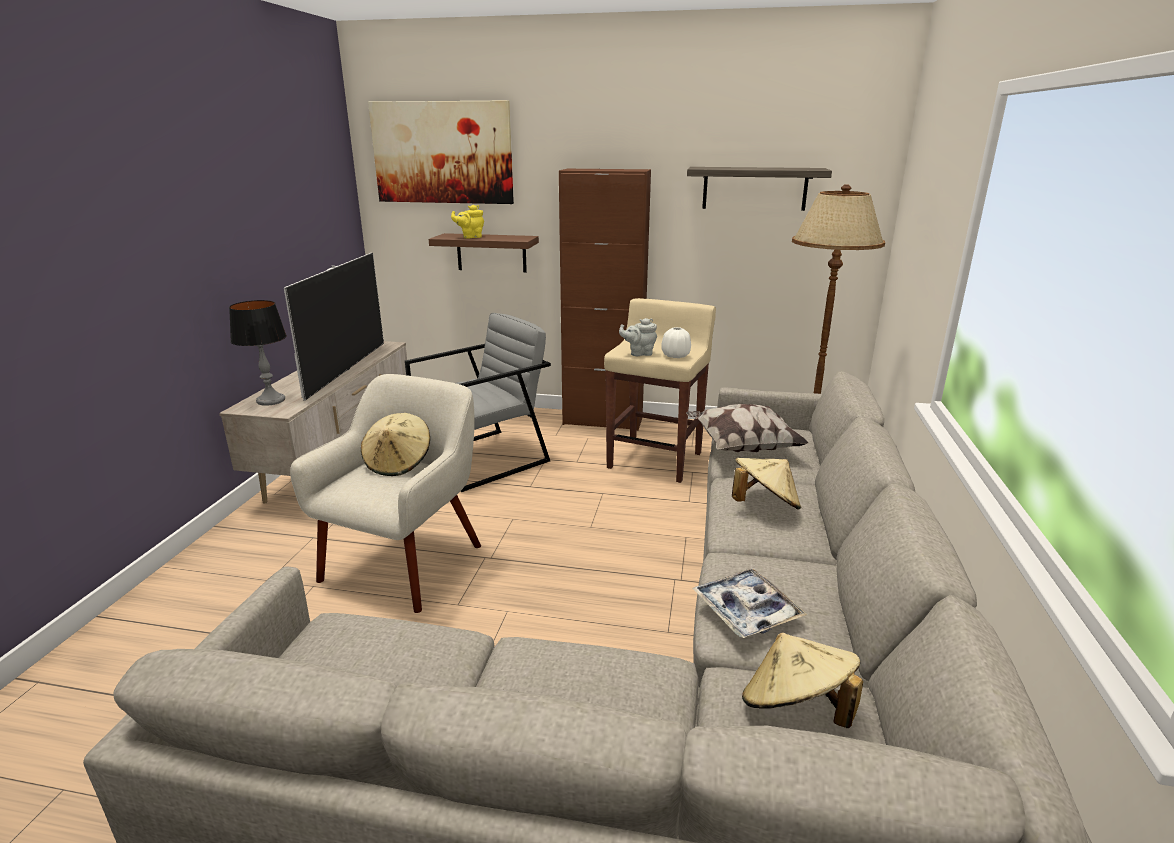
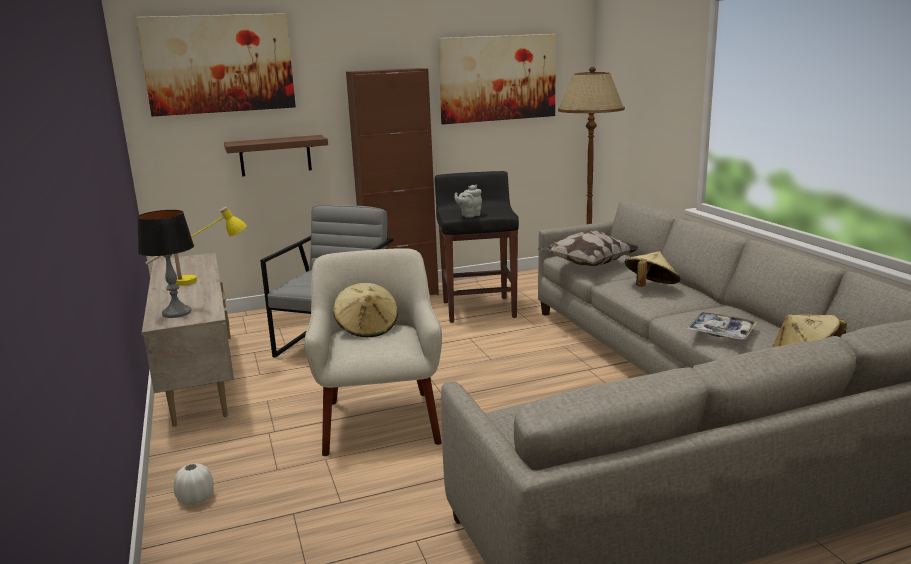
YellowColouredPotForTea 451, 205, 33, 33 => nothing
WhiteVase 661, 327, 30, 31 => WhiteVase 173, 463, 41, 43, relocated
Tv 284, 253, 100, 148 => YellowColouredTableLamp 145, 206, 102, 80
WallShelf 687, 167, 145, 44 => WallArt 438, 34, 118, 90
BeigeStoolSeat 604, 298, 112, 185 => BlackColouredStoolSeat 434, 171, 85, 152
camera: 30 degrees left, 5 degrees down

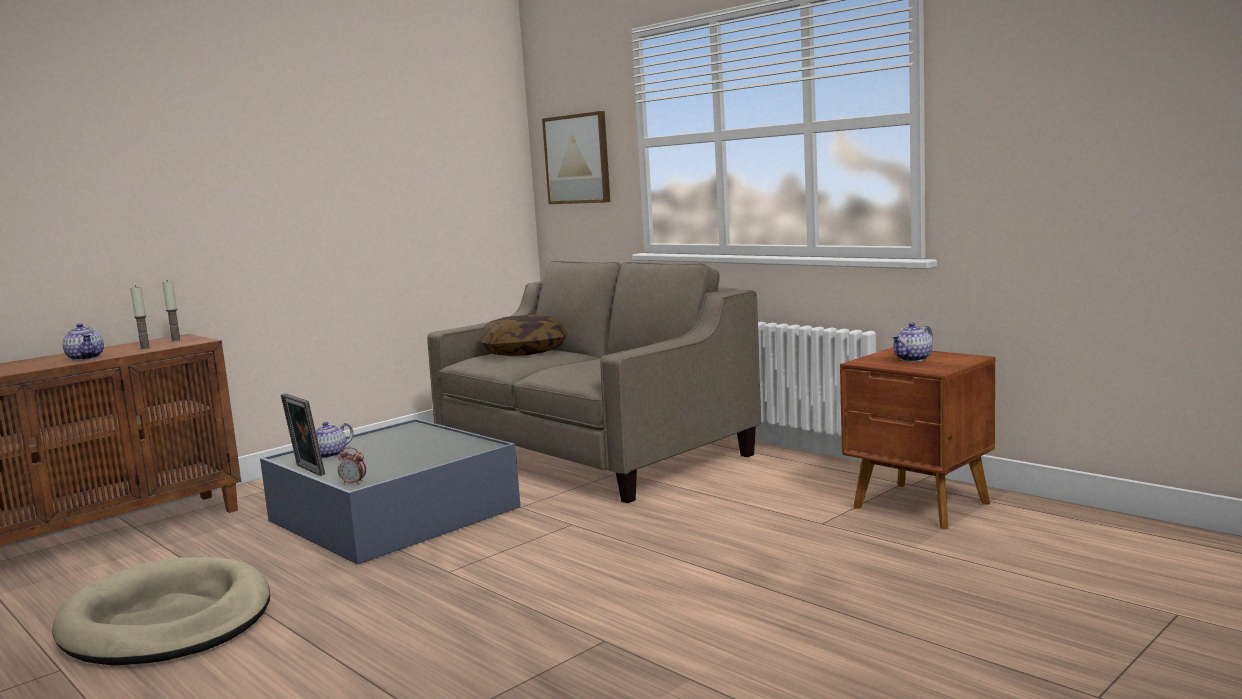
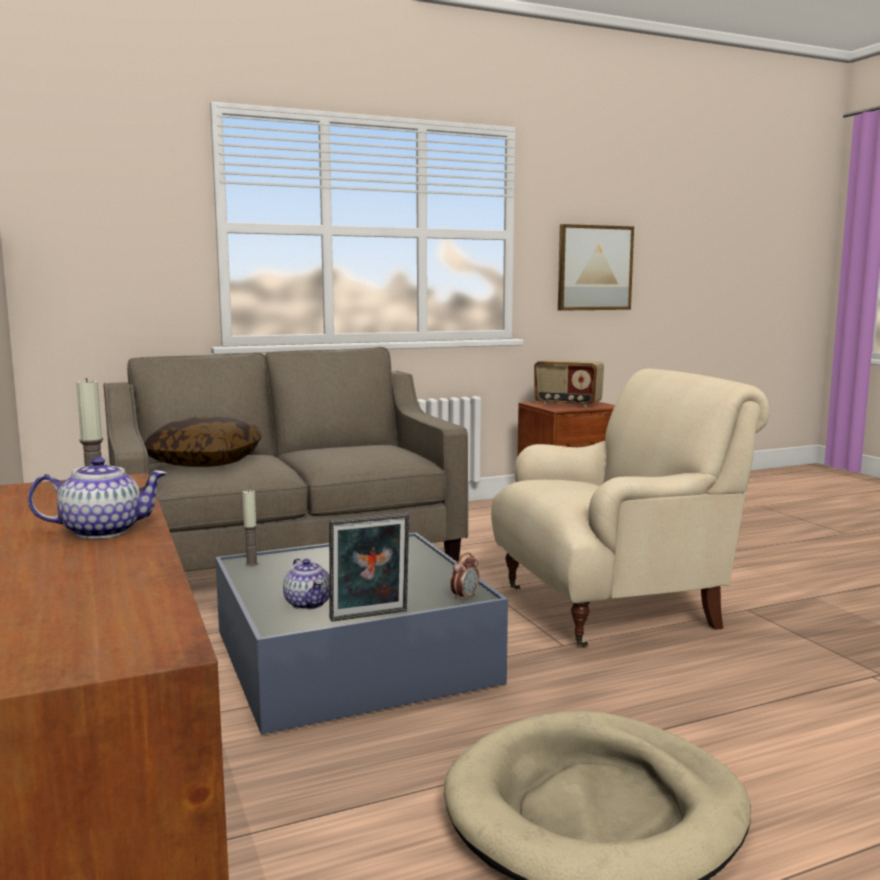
nothing => BeigeArmchair 491, 369, 278, 279
WaxCandle 162, 280, 20, 61 => WaxCandle 243, 489, 15, 77, relocated
WallArt 542, 111, 68, 93 => WallArt 558, 224, 76, 87, relocated
PotForTea 892, 322, 41, 40 => Radio 534, 359, 70, 48
camera: 70 degrees left, 0 degrees up

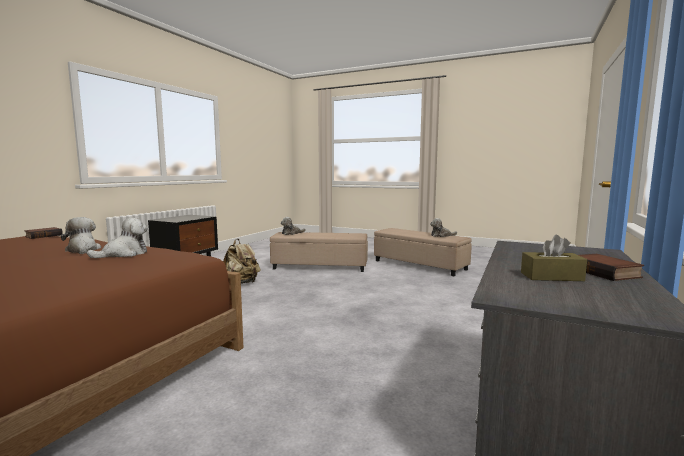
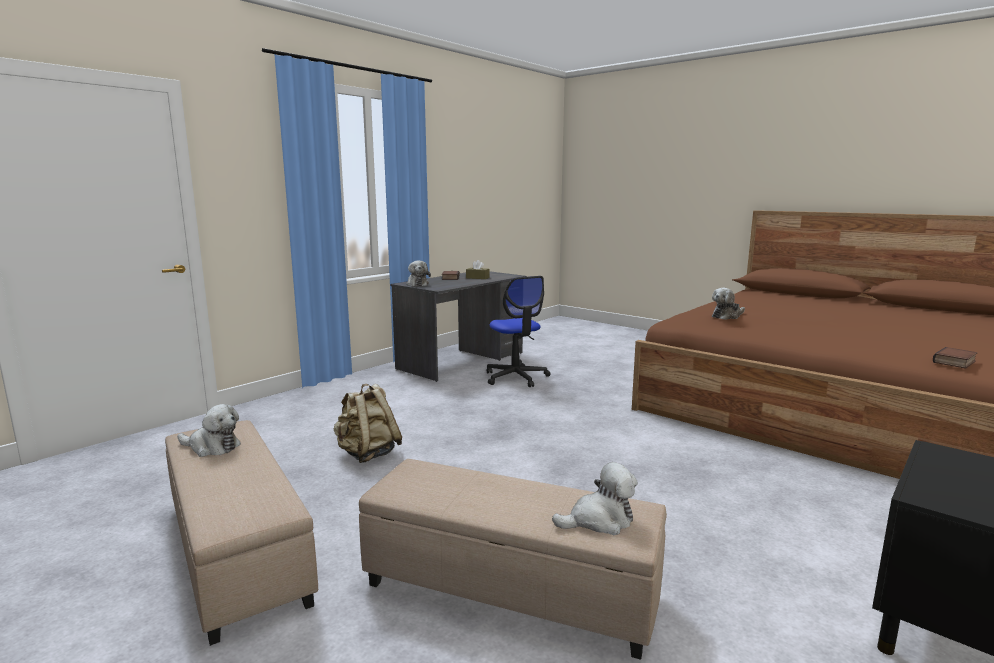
nothing => OfficeChair 487, 276, 64, 111
SoftToy 61, 217, 40, 37 => SoftToy 406, 261, 25, 26, relocated
BeigeKnapsack 223, 239, 38, 45 => BeigeKnapsack 334, 384, 68, 79, relocated
camera: 165 degrees left, 5 degrees up

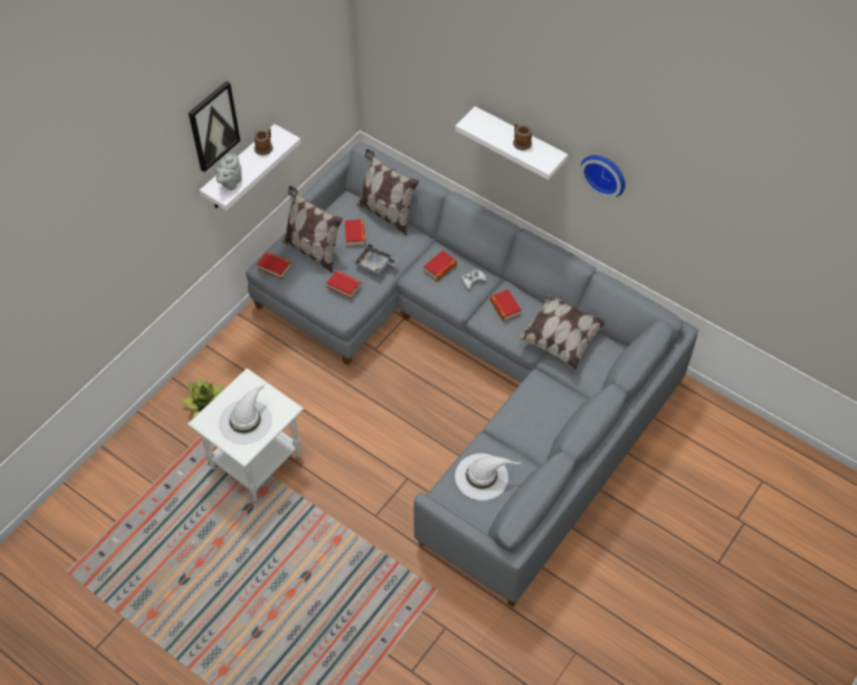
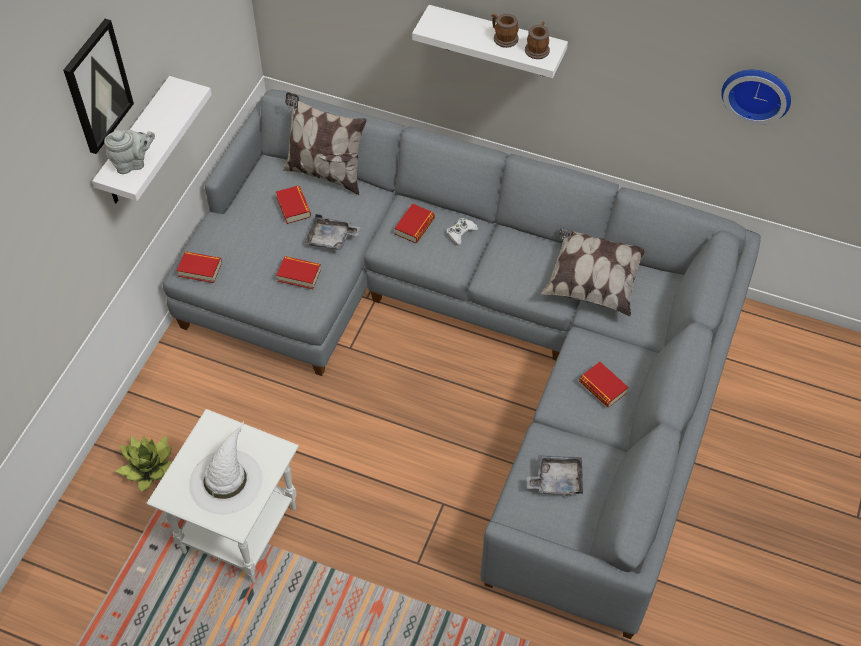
Cushion 282, 186, 61, 87 => nothing
CoffeeMug 254, 128, 19, 27 => CoffeeMug 525, 22, 25, 37, relocated
Book 490, 290, 31, 31 => Book 579, 362, 50, 46, relocated
ClockOnTheWall 580, 155, 45, 43 => ClockOnTheWall 721, 70, 70, 55, relocated
WhiteClothingHat 455, 453, 66, 47 => GreyServingTray 527, 455, 56, 41
GreyPotForTea 215, 153, 27, 37 => GreyPotForTea 104, 130, 51, 44, 120 degrees counterclockwise
camera: 15 degrees left, 0 degrees up

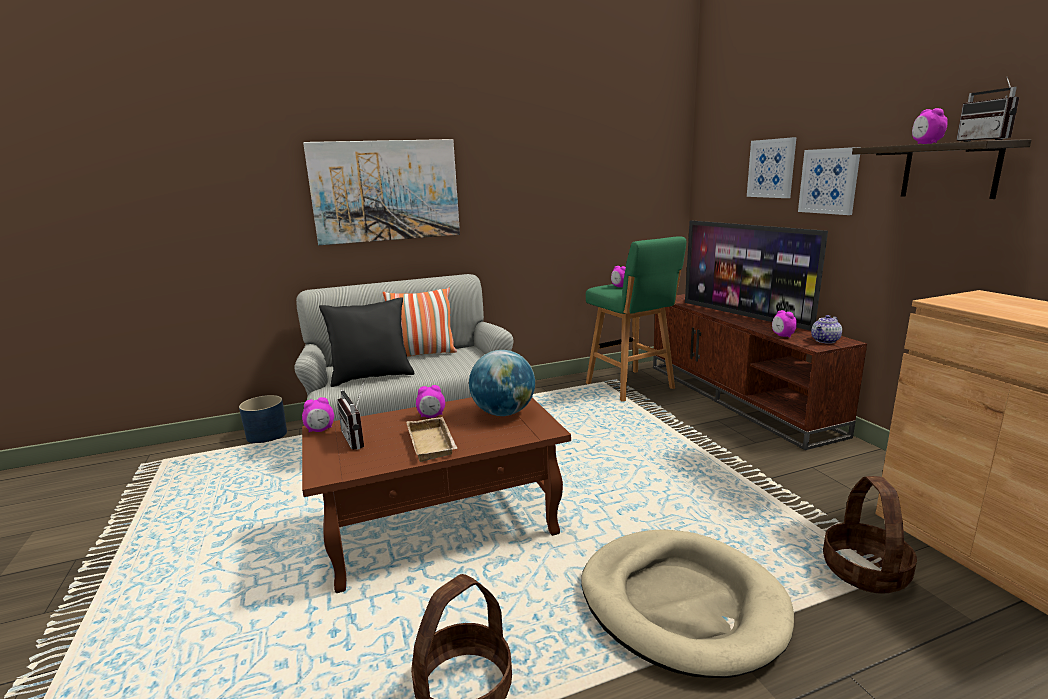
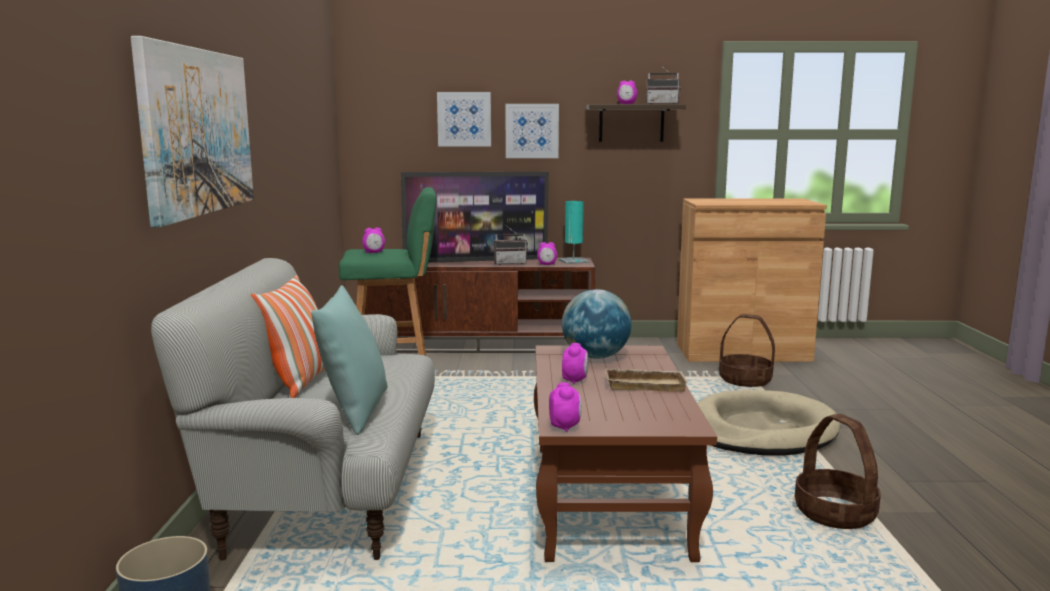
Radio 337, 380, 28, 70 => Radio 494, 226, 33, 39, relocated
PotForTea 811, 315, 31, 29 => BlueGreenTableLamp 559, 201, 30, 63
BlackColouredCushion 319, 297, 96, 90 => BlueGreenCushion 311, 285, 77, 150
camera: 70 degrees left, 5 degrees down

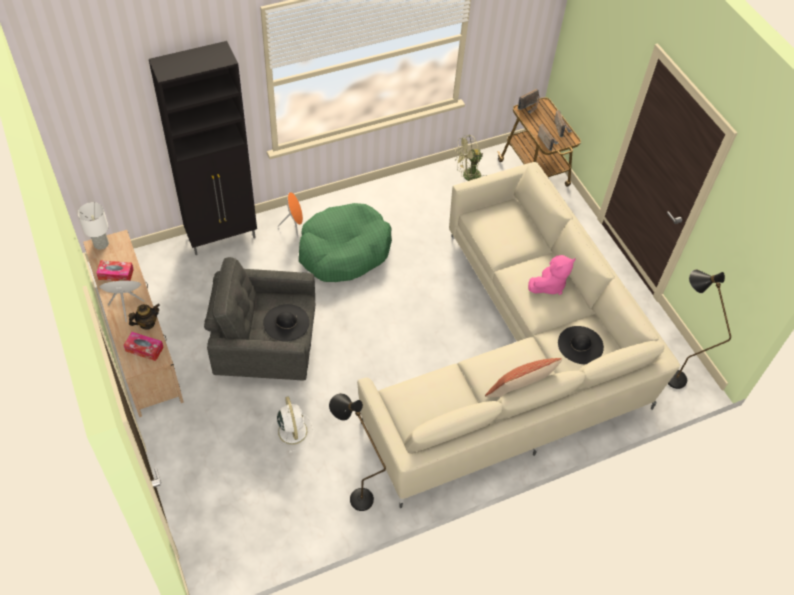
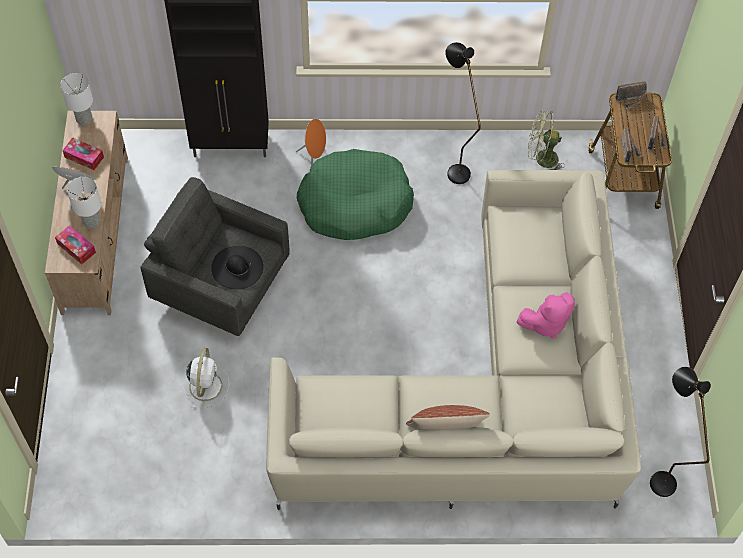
BlackColouredClothingHat 558, 326, 46, 38 => nothing
BlackColouredStandingLamp 329, 393, 57, 118 => BlackColouredStandingLamp 445, 42, 36, 142, relocated
PotForTea 129, 304, 31, 25 => WhiteTableLamp 67, 177, 34, 51
camera: 25 degrees right, 5 degrees up

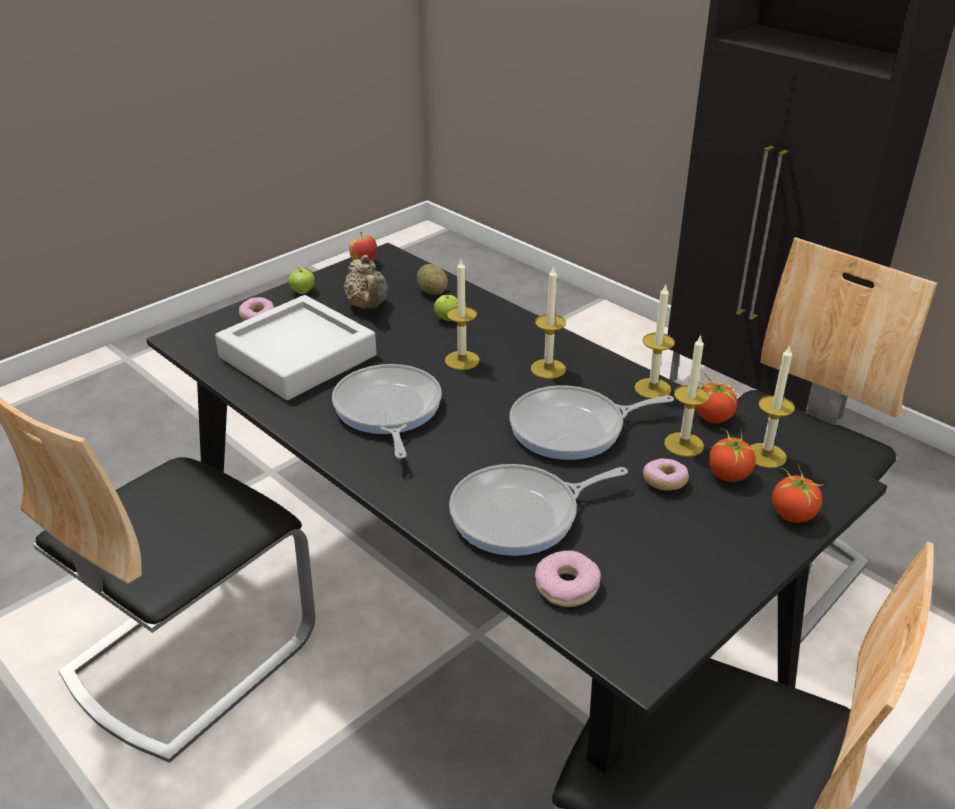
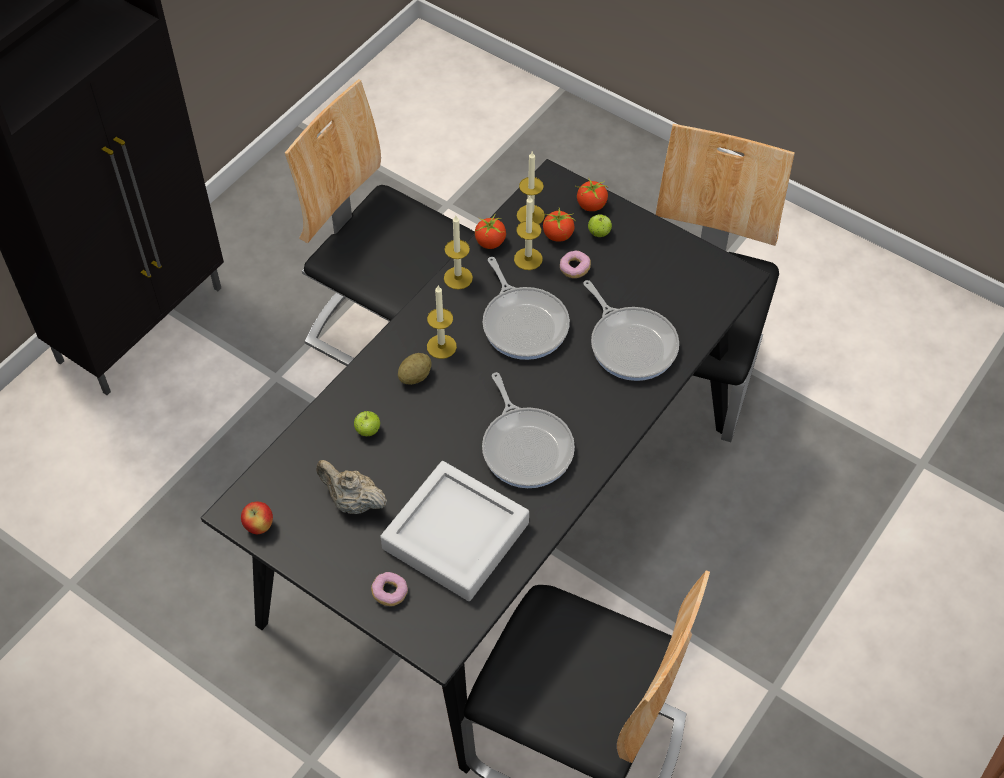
WaxCandle 445, 260, 35, 110 => nothing
RingDoughnut 535, 550, 66, 57 => nothing
WholeApple 288, 267, 27, 27 => WholeApple 588, 214, 24, 23, relocated
Potato 417, 264, 31, 31 => Potato 398, 353, 34, 32, relocated
FryingPan 332, 364, 110, 95 => FryingPan 482, 372, 93, 116, 90 degrees counterclockwise
BeigePotForTea 344, 255, 44, 54 => BeigePotForTea 316, 460, 71, 54, 120 degrees counterclockwise
camera: 100 degrees left, 20 degrees up

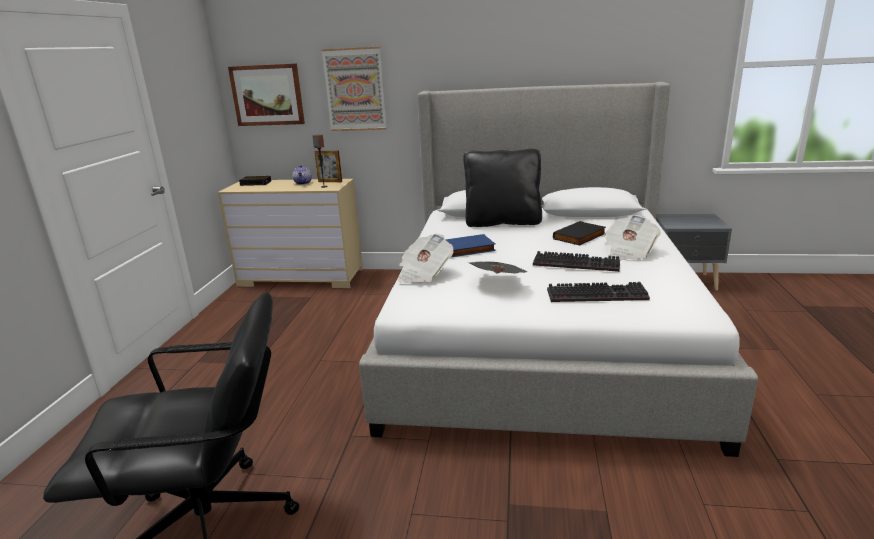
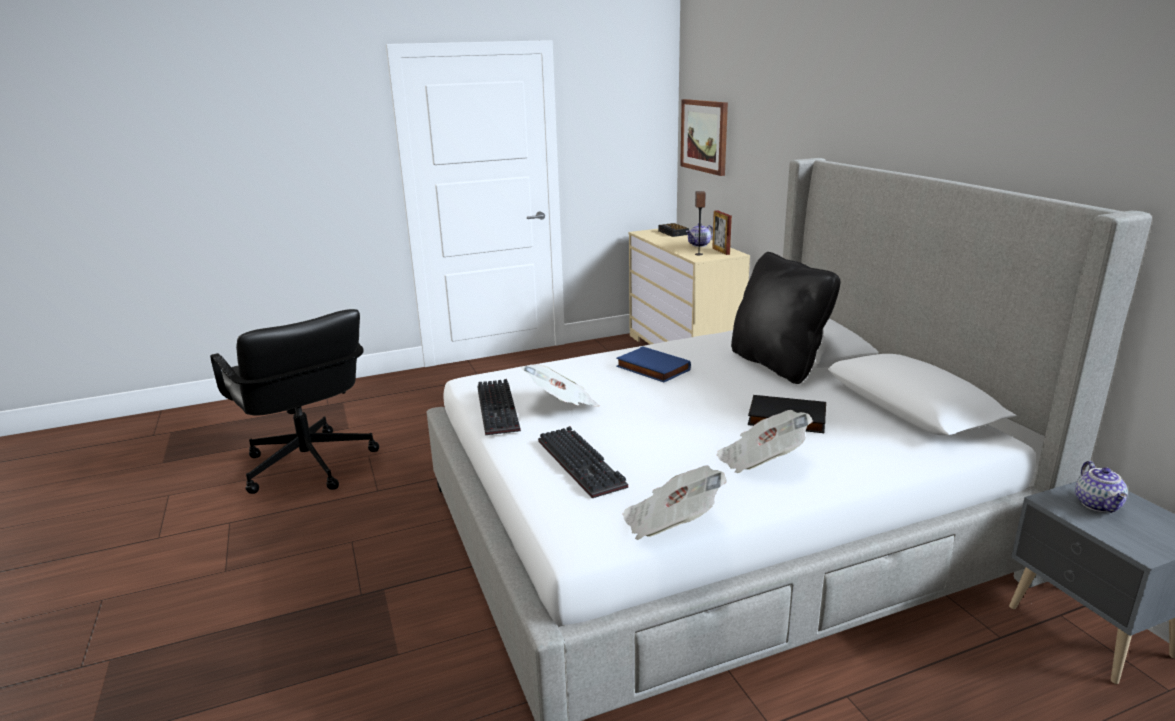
WallArt 322, 47, 65, 84 => nothing
nothing => PotForTea 1075, 461, 53, 52
PrintedPaper 398, 234, 56, 49 => PrintedPaper 622, 465, 104, 75, relocated
ComputerKeyboard 533, 251, 87, 21 => ComputerKeyboard 477, 379, 44, 56, relocated
camera: 60 degrees right, 0 degrees up

